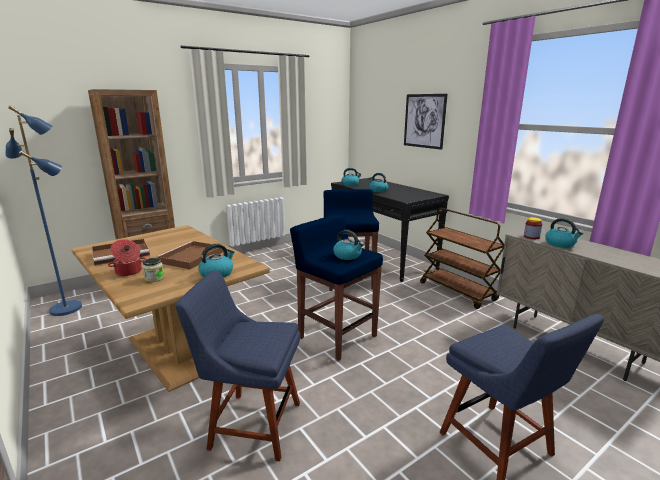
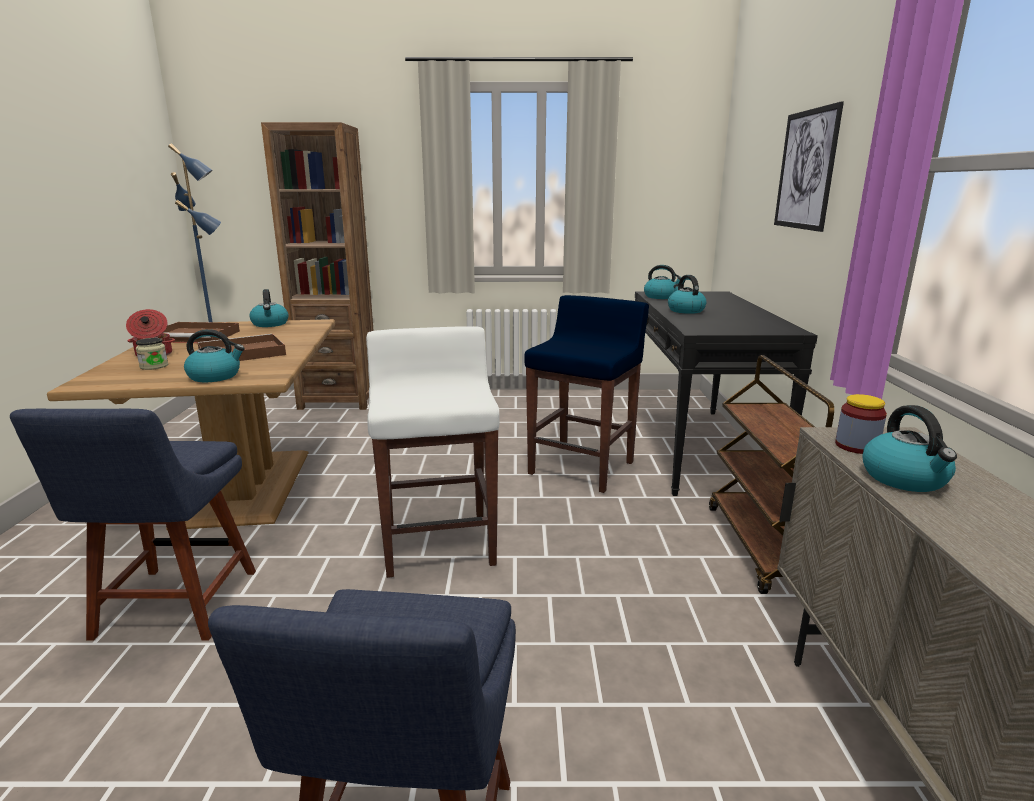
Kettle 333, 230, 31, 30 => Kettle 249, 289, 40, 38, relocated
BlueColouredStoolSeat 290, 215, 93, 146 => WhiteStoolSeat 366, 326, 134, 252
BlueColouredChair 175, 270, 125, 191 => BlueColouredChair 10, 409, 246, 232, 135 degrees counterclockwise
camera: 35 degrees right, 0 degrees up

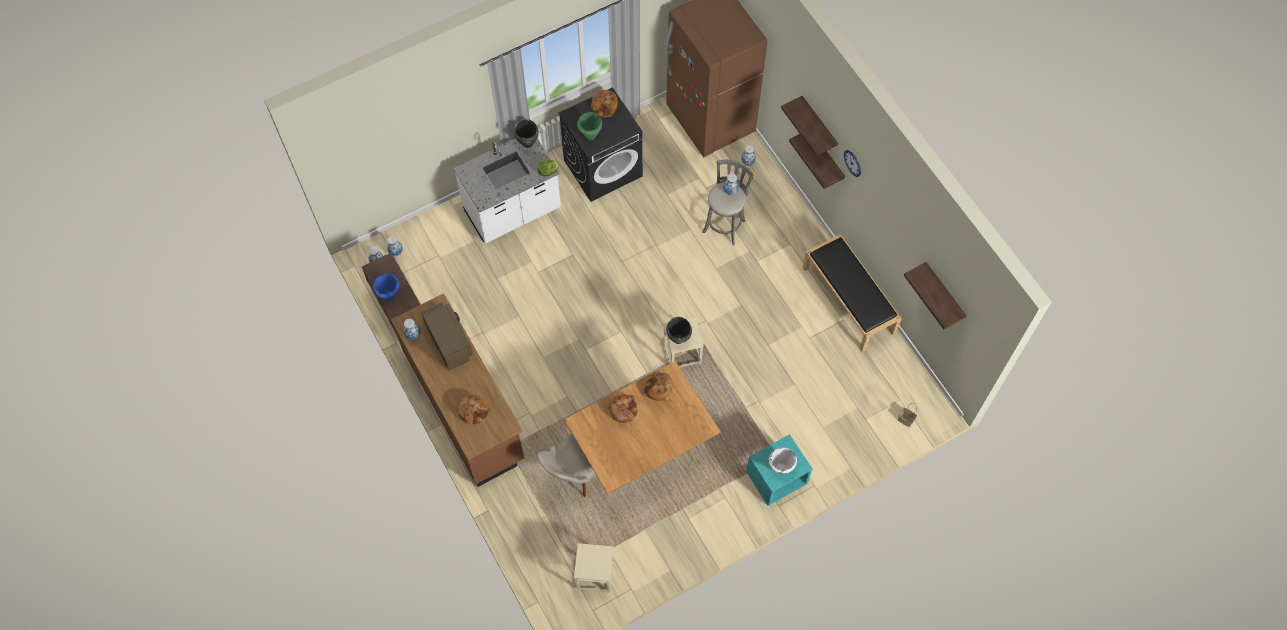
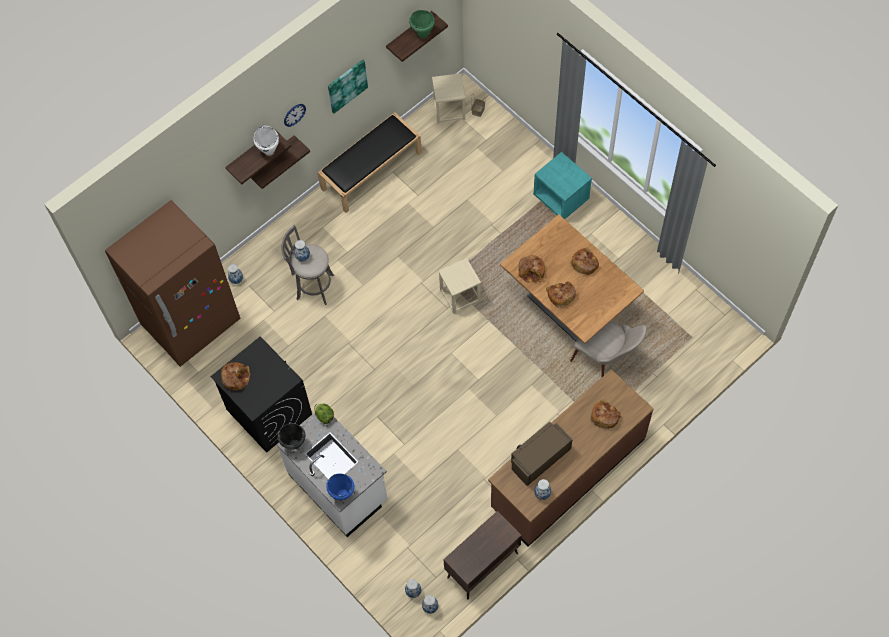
BlackColouredStockpot 666, 317, 26, 27 => nothing
nothing => WallArt 328, 59, 40, 54
nothing => BakedBread 571, 248, 28, 27
BlueColouredStockpot 373, 274, 26, 27 => BlueColouredStockpot 326, 473, 28, 27, relocated
BeigeStoolSeat 574, 543, 40, 50 => BeigeStoolSeat 432, 73, 34, 51, relocated
GreenStockpot 577, 112, 25, 28 => GreenStockpot 409, 10, 26, 29, relocated
WhiteStockpot 769, 448, 28, 26 => WhiteStockpot 253, 126, 26, 29, relocated
camera: 100 degrees left, 0 degrees up

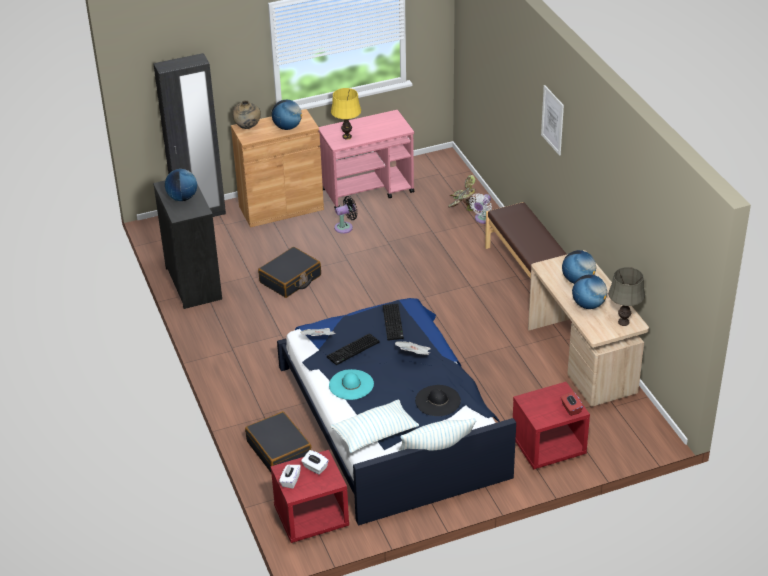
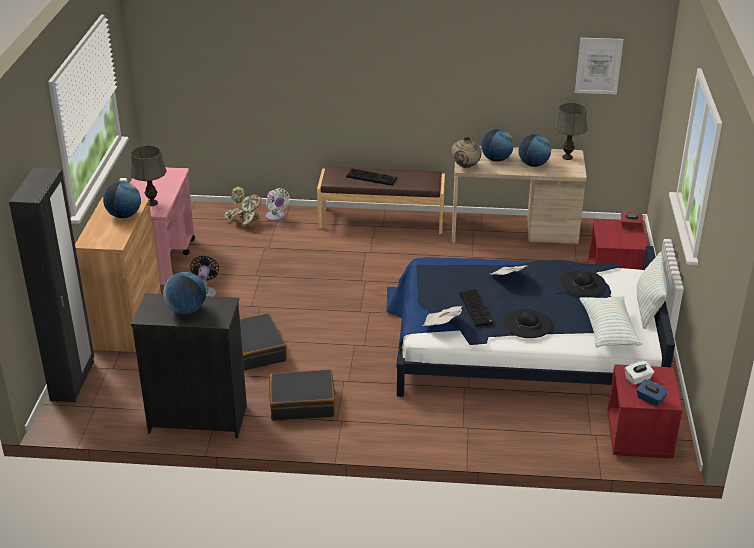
BeigeVase 232, 100, 29, 29 => BeigeVase 451, 136, 30, 32, relocated
BlackColouredTravelCase 245, 411, 66, 61 => BlackColouredTravelCase 269, 369, 66, 52, relocated
ComputerKeyboard 383, 304, 21, 37 => ComputerKeyboard 346, 168, 51, 18, relocated
WallArt 541, 85, 23, 71 => WallArt 575, 38, 49, 56, relocated
WhiteBoxOfTissues 279, 465, 22, 24 => BlueColouredBoxOfTissues 636, 380, 32, 27
BlueGreenClothingHat 329, 369, 45, 31 => BlackColouredClothingHat 504, 309, 49, 29
YellowColouredTableLamp 331, 88, 30, 52 => GreyTableLamp 130, 145, 36, 61
camera: 65 degrees left, 5 degrees down

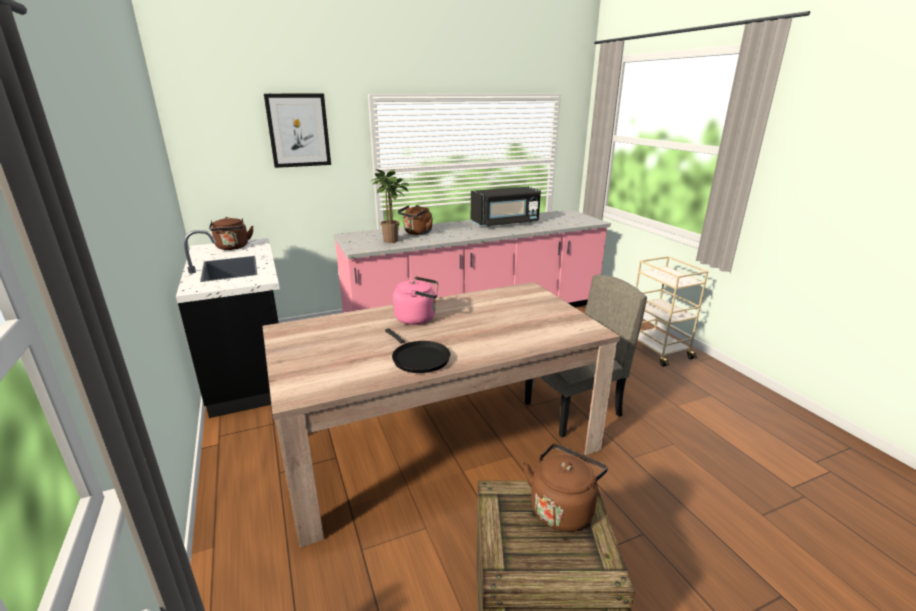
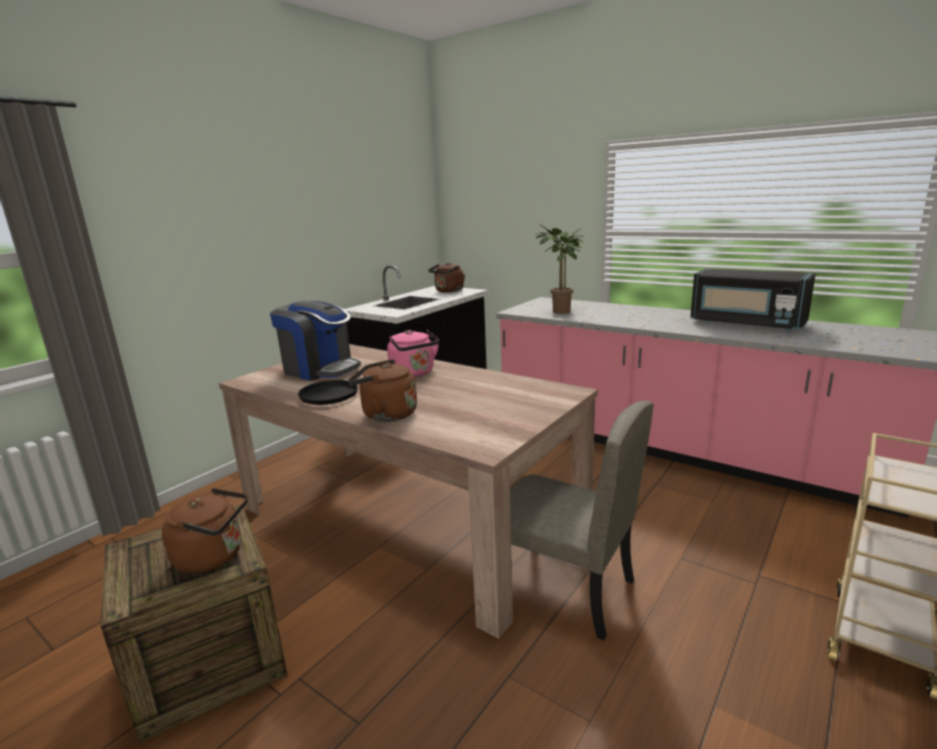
WallArt 264, 94, 67, 74 => nothing
nothing => CoffeeMaker 270, 301, 91, 80
BrownishKettle 398, 205, 35, 30 => BrownishKettle 348, 359, 69, 63, relocated
camera: 60 degrees right, 5 degrees down

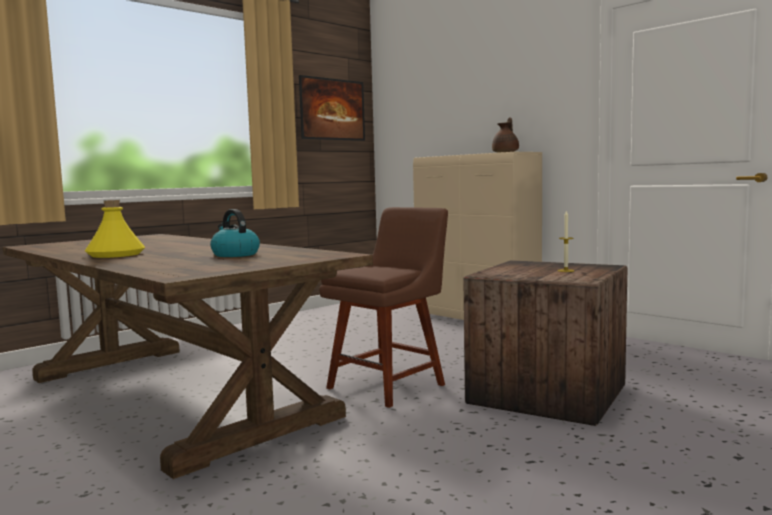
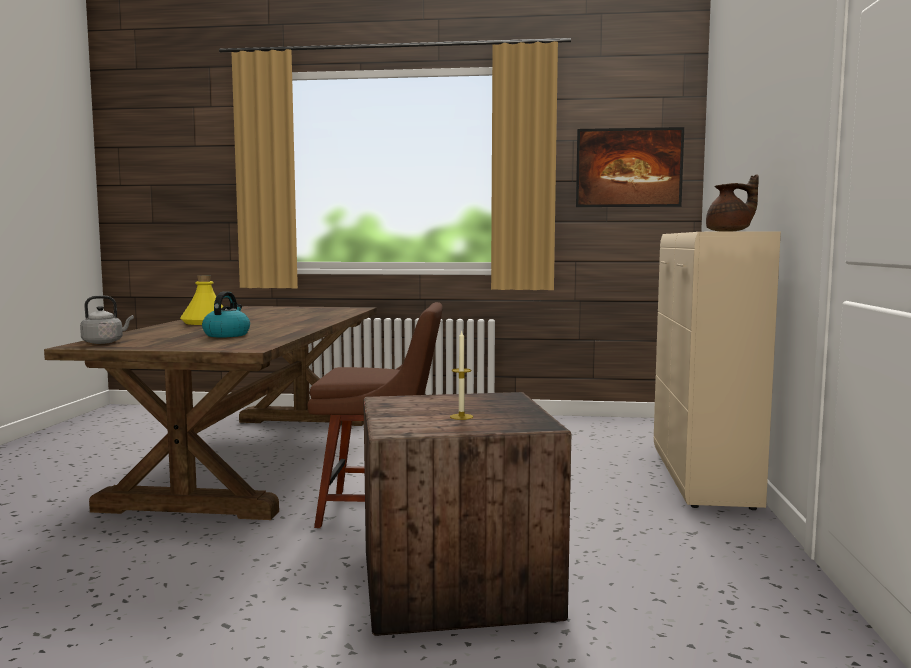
nothing => GreyKettle 80, 296, 54, 48
camera: 50 degrees right, 0 degrees up

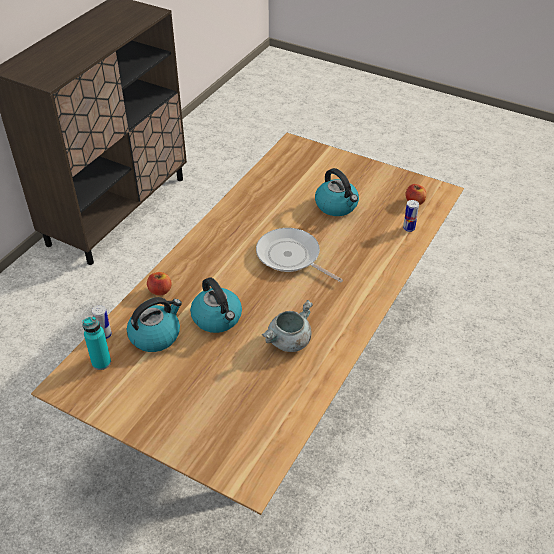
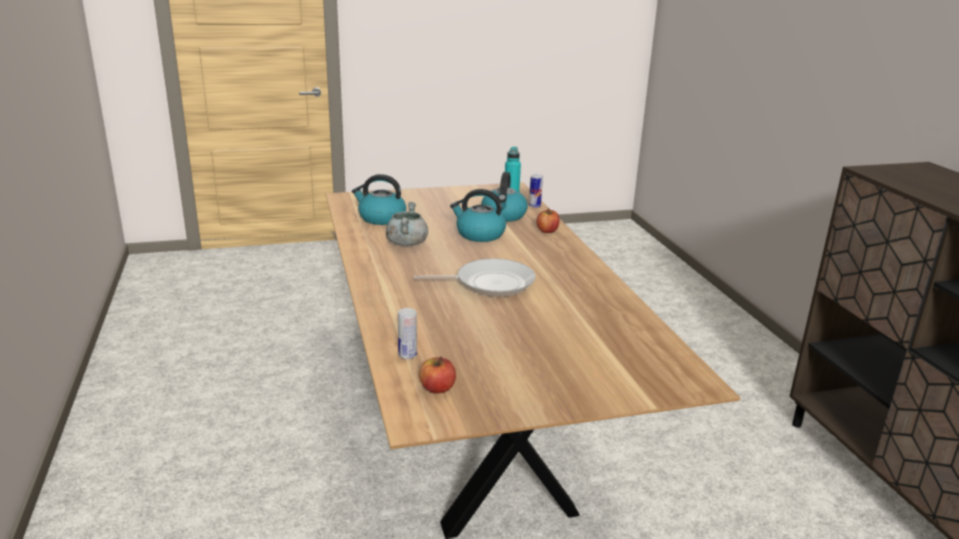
Kettle 315, 168, 44, 48 => Kettle 352, 174, 54, 51, relocated
camera: 135 degrees right, 20 degrees down

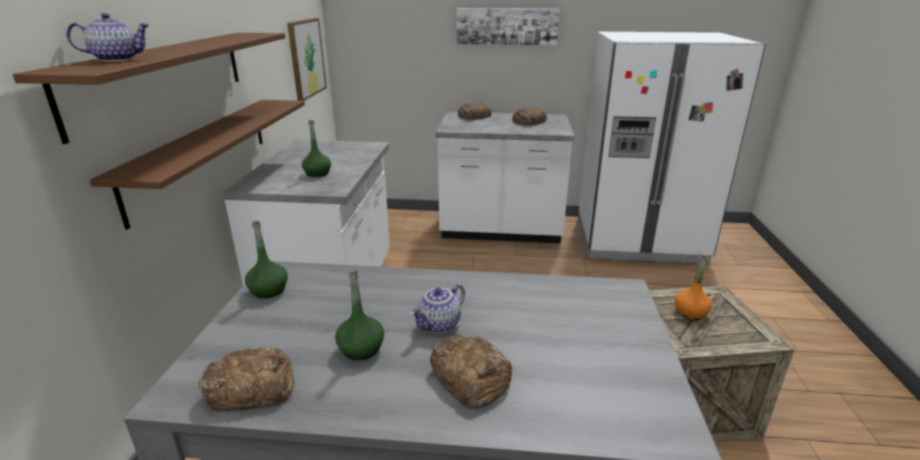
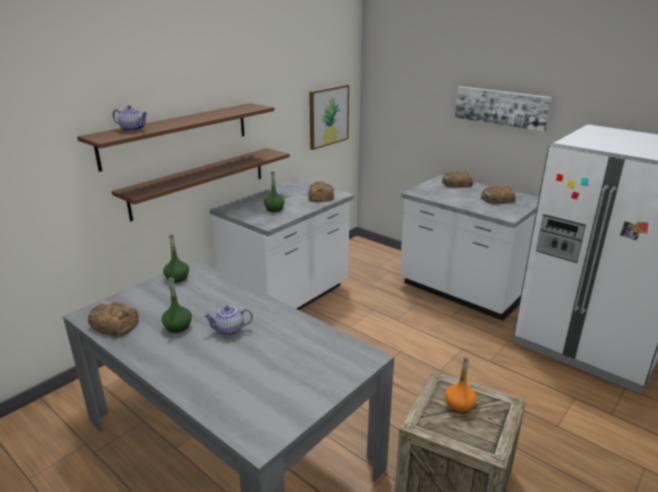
BakedBread 430, 334, 82, 75 => BakedBread 308, 181, 26, 21, relocated
camera: 35 degrees right, 0 degrees up

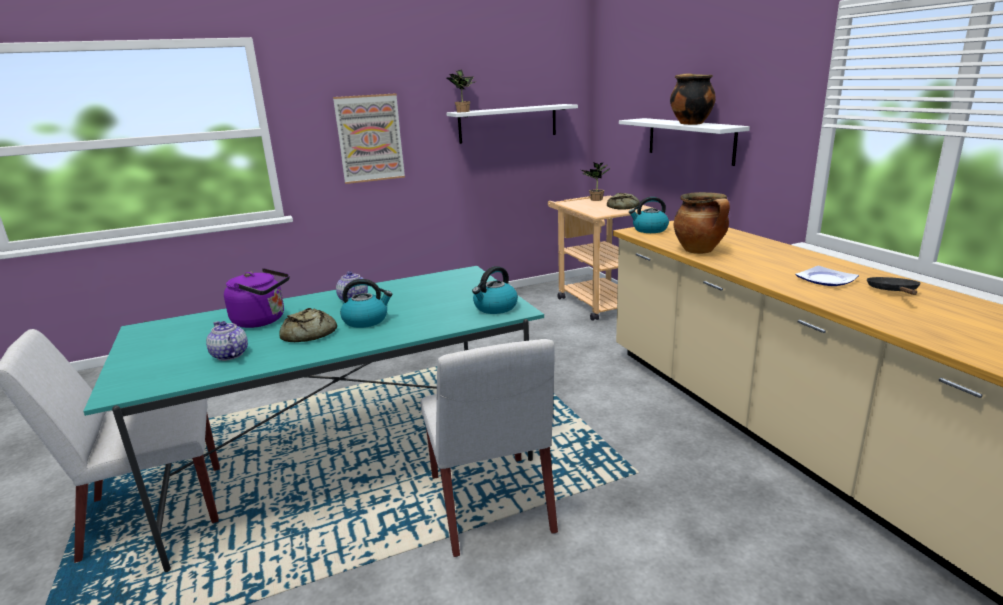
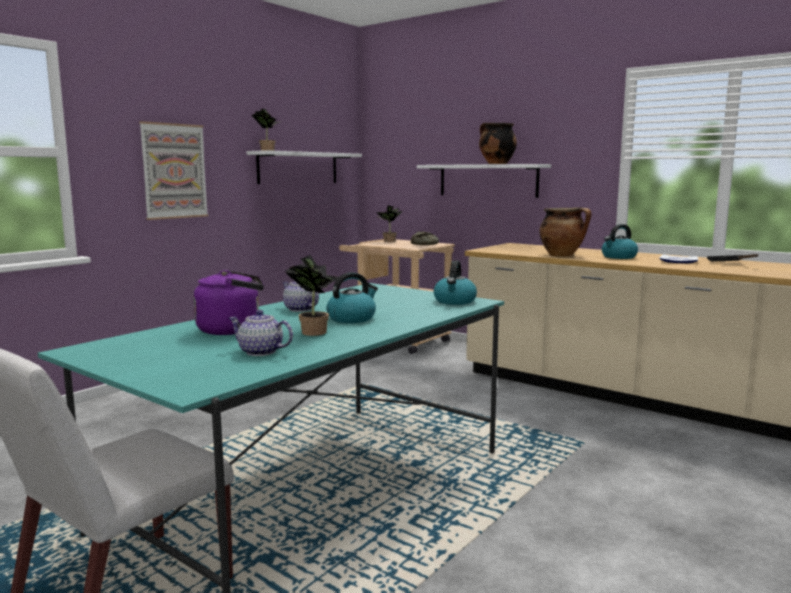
WhiteChair 420, 339, 138, 218 => nothing
Kettle 629, 197, 40, 36 => Kettle 602, 224, 36, 35, relocated
BakedBread 279, 308, 58, 34 => PottedPlant 285, 255, 56, 81
camera: 30 degrees left, 10 degrees down

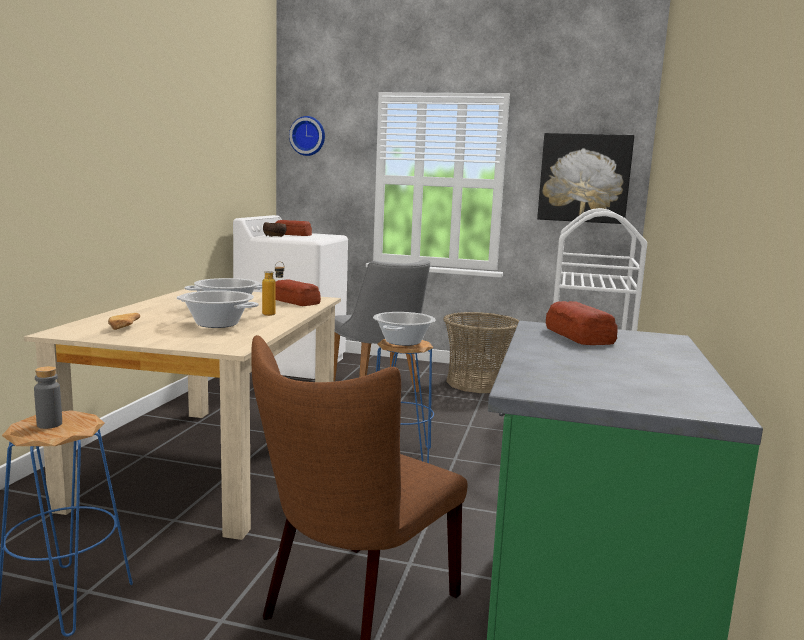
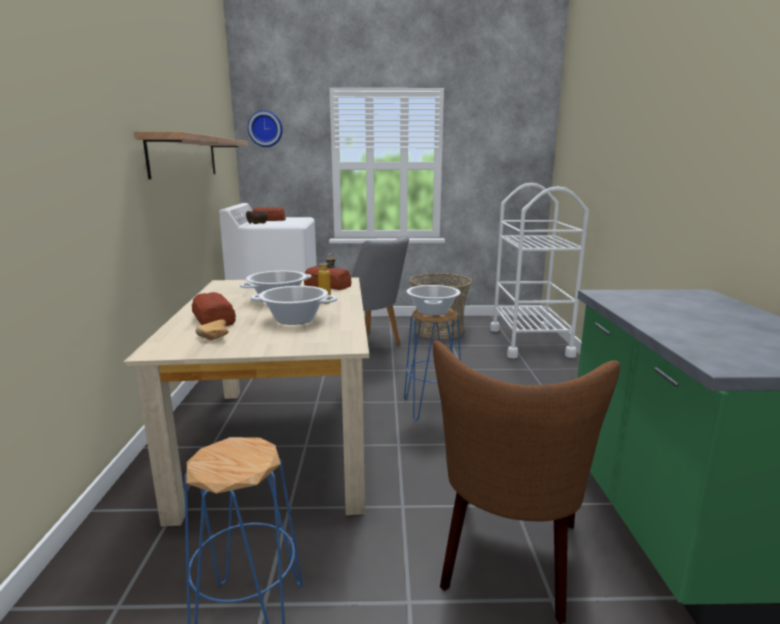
GreyBottle 34, 366, 28, 63 => nothing
WallArt 537, 133, 97, 91 => nothing
nothing => WallShelf 134, 131, 114, 48
BakedBread 546, 301, 72, 44 => BakedBread 192, 292, 44, 34, relocated
camera: 15 degrees left, 5 degrees up

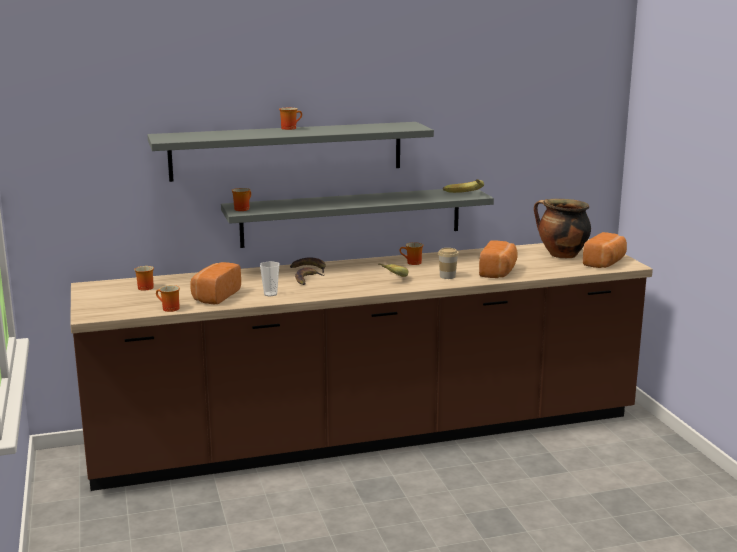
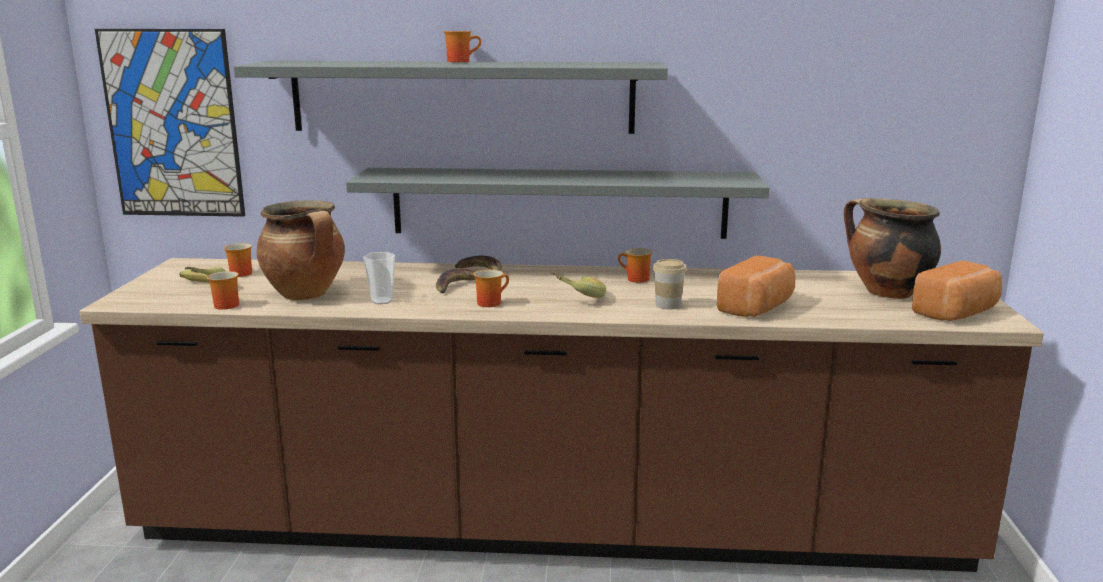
nothing => WallArt 95, 29, 150, 188
CoffeeMug 231, 188, 20, 23 => CoffeeMug 474, 270, 35, 37, relocated
WholeBanana 443, 179, 41, 14 => WholeBanana 179, 267, 47, 16, relocated
BakedBread 190, 262, 51, 42 => Stockpot 256, 200, 89, 100
camera: 20 degrees right, 0 degrees up

